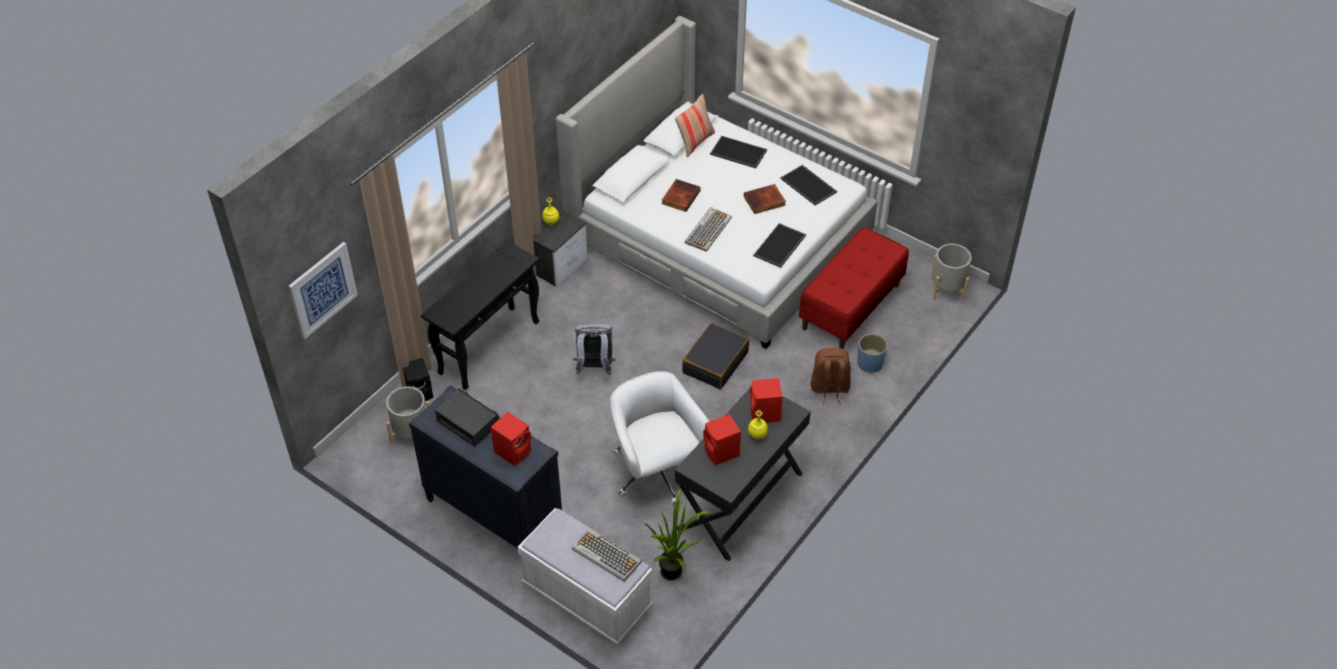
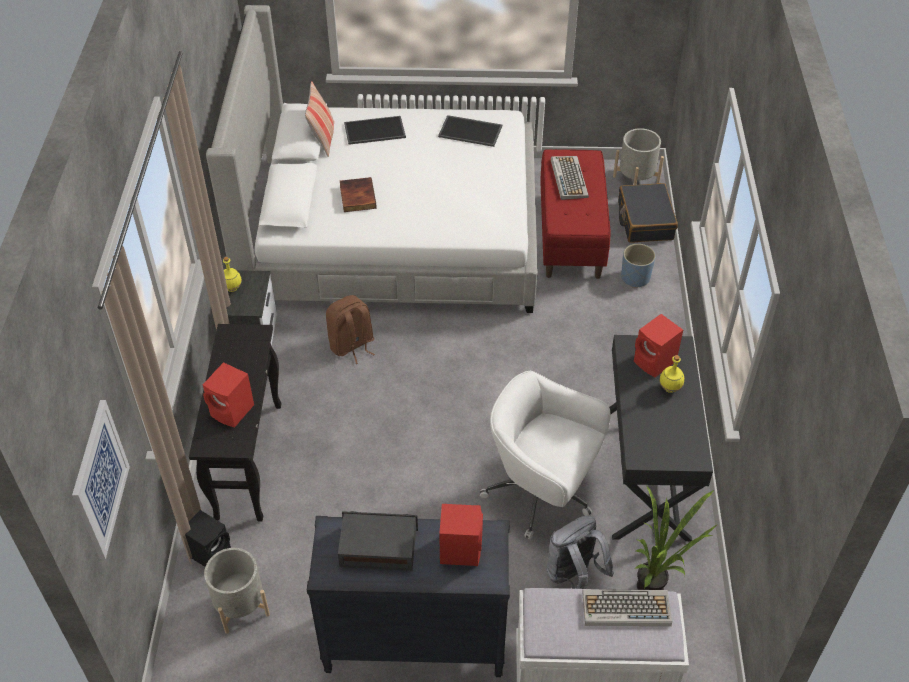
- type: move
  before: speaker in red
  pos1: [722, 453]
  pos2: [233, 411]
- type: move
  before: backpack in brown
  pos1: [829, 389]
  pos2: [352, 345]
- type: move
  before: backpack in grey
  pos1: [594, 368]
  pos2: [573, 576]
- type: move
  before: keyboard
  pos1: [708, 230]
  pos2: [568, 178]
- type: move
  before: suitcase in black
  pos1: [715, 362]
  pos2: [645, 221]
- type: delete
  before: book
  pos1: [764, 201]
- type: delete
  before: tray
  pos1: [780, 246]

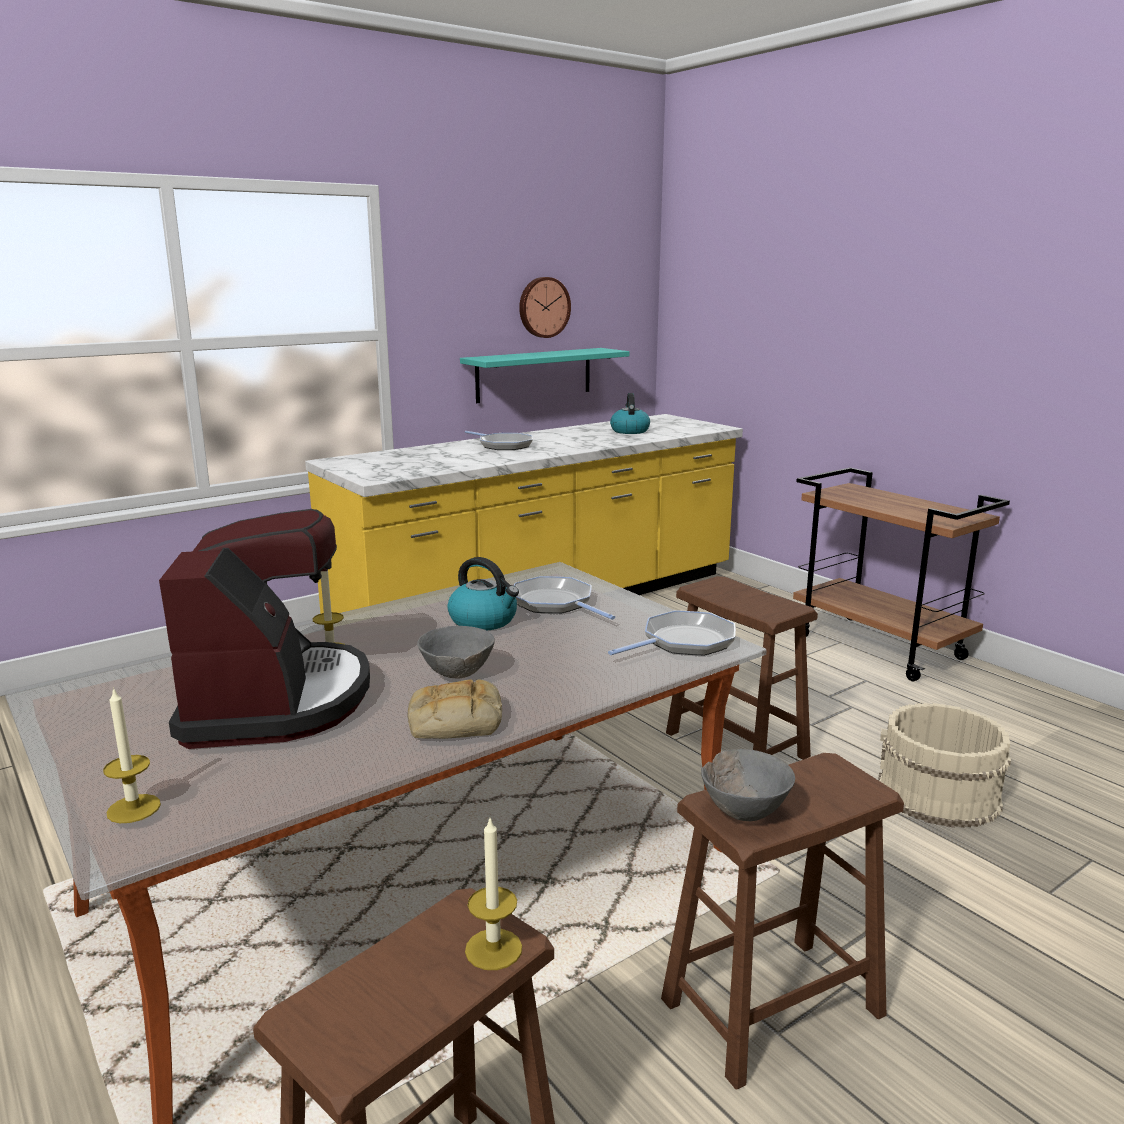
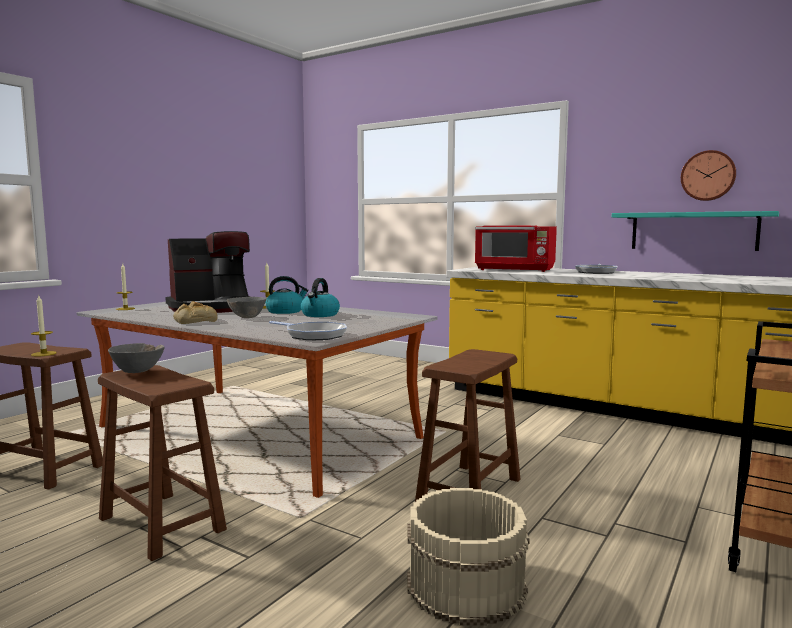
- type: move
  before: kettle
  pos1: [629, 431]
  pos2: [285, 311]
- type: insert
  after: microwave in red
  pos2: [516, 270]
- type: delete
  before: frying pan
  pos1: [555, 603]

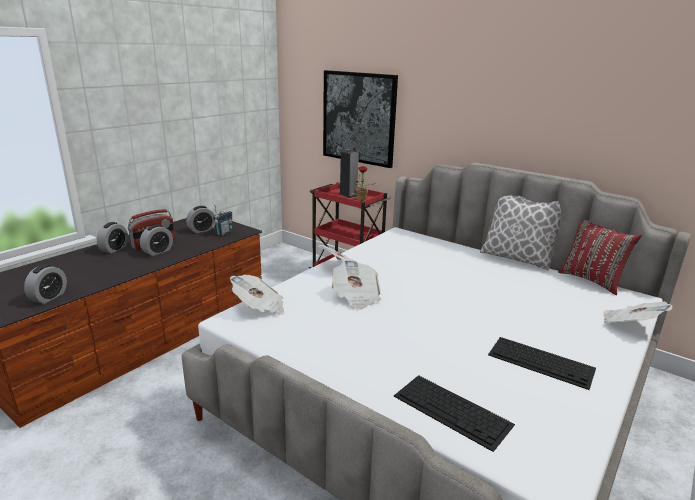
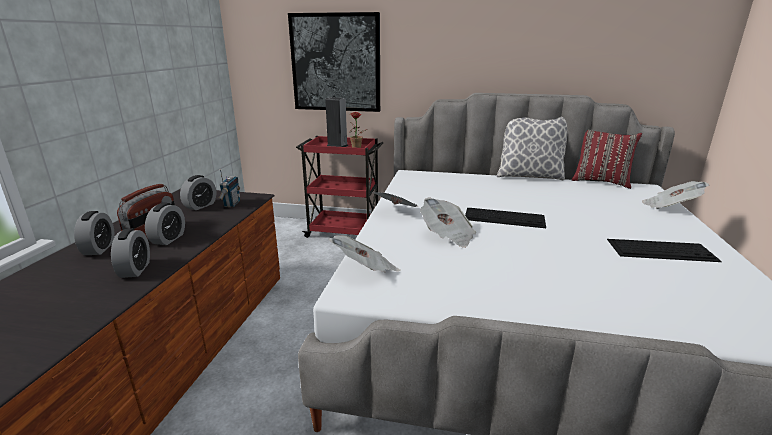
- type: move
  before: alarm clock
  pos1: [49, 297]
  pos2: [135, 269]
- type: move
  before: keyboard
  pos1: [453, 410]
  pos2: [505, 217]

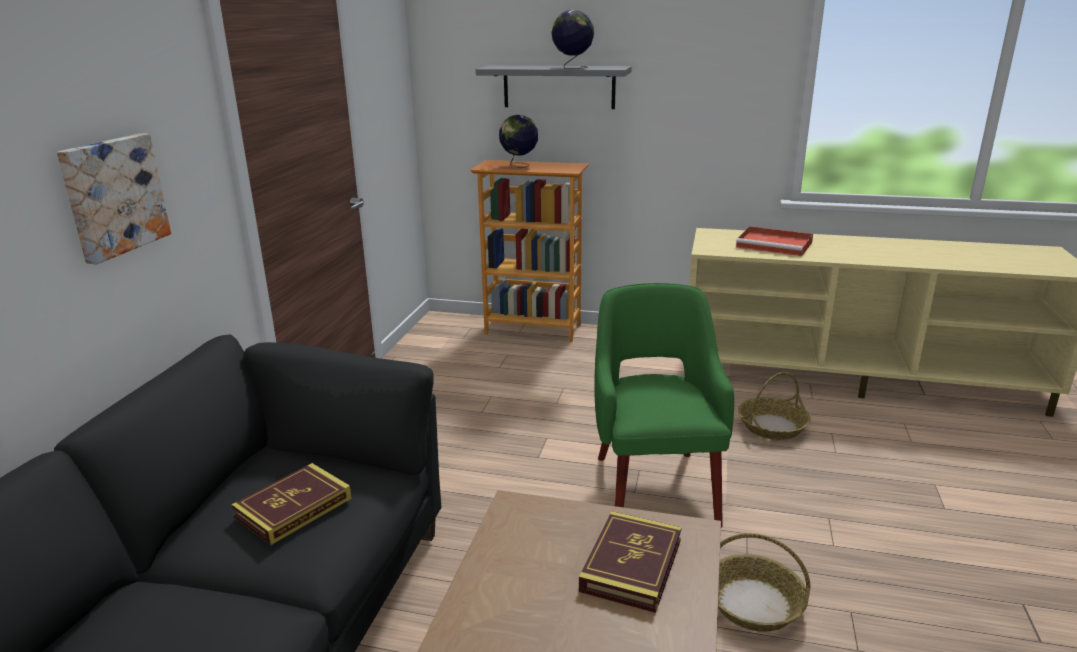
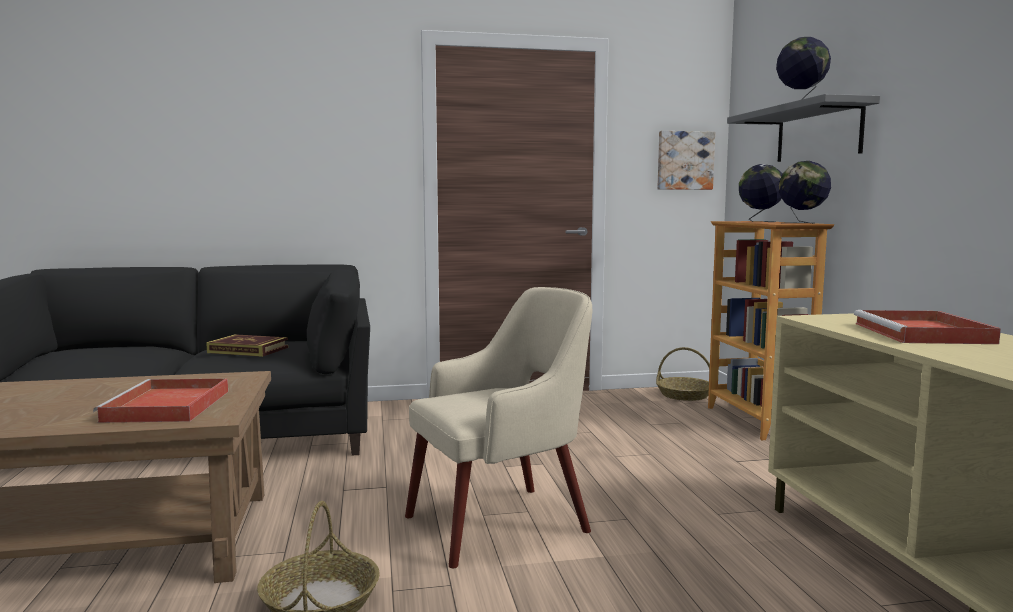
- type: replace
  before: book
  after: tray in red
  pos1: [631, 565]
  pos2: [167, 406]
- type: recolor
  before: armchair in green
  after: armchair in beige
  pos1: [654, 486]
  pos2: [502, 523]
- type: move
  before: basket
  pos1: [772, 426]
  pos2: [685, 395]
- type: move
  before: picture
  pos1: [113, 196]
  pos2: [684, 160]
- type: insert
  after: globe
  pos2: [802, 223]

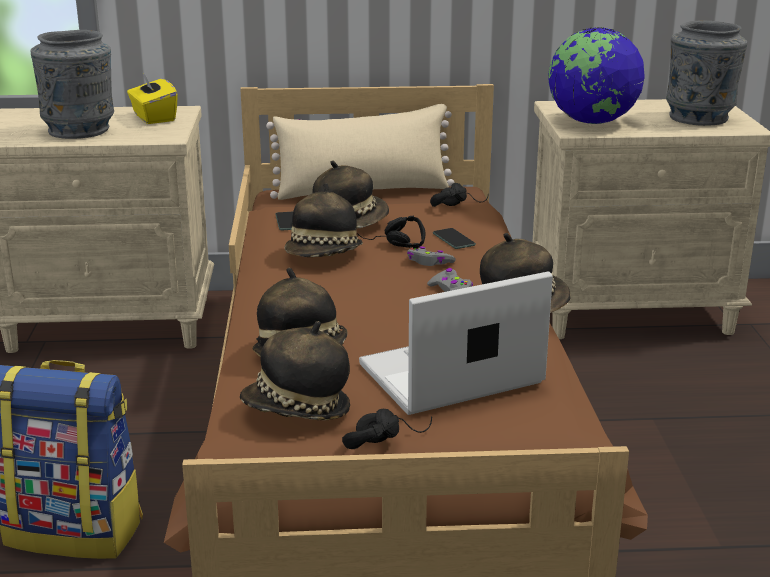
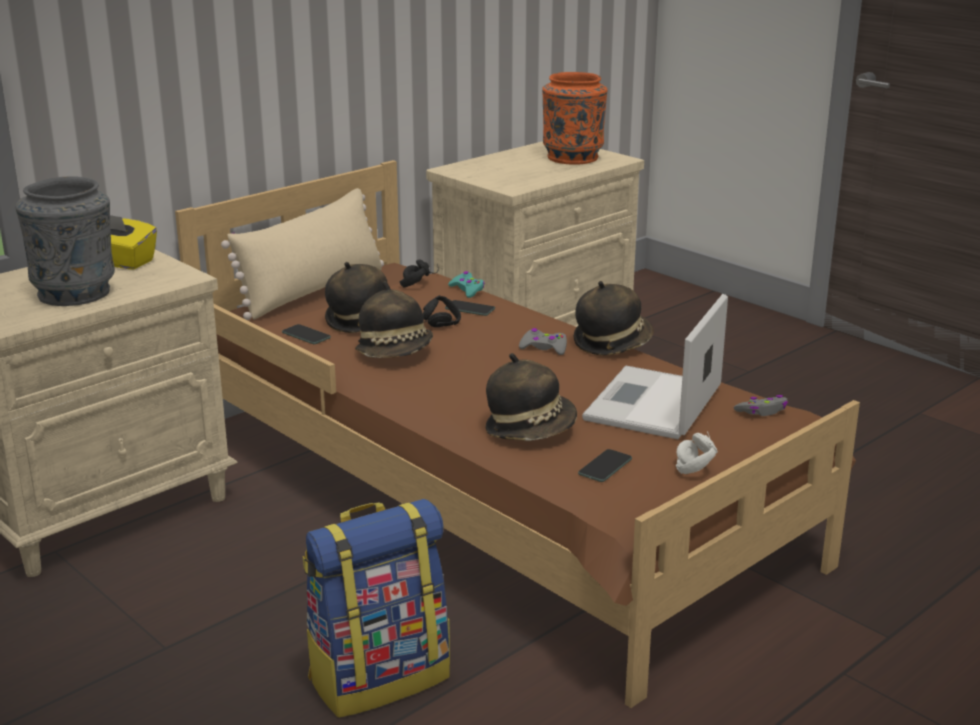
- type: insert
  after: game controller in turquoise
  pos2: [467, 290]
- type: recolor
  before: vase in grey
  after: vase in orange
  pos1: [699, 117]
  pos2: [572, 157]
- type: replace
  before: hat
  after: phone
  pos1: [297, 411]
  pos2: [605, 466]
- type: recolor
  before: headphones in black
  after: headphones in white
  pos1: [385, 439]
  pos2: [693, 459]
- type: move
  before: game controller in grey
  pos1: [429, 262]
  pos2: [762, 411]
- type: delete
  before: globe
  pos1: [591, 122]

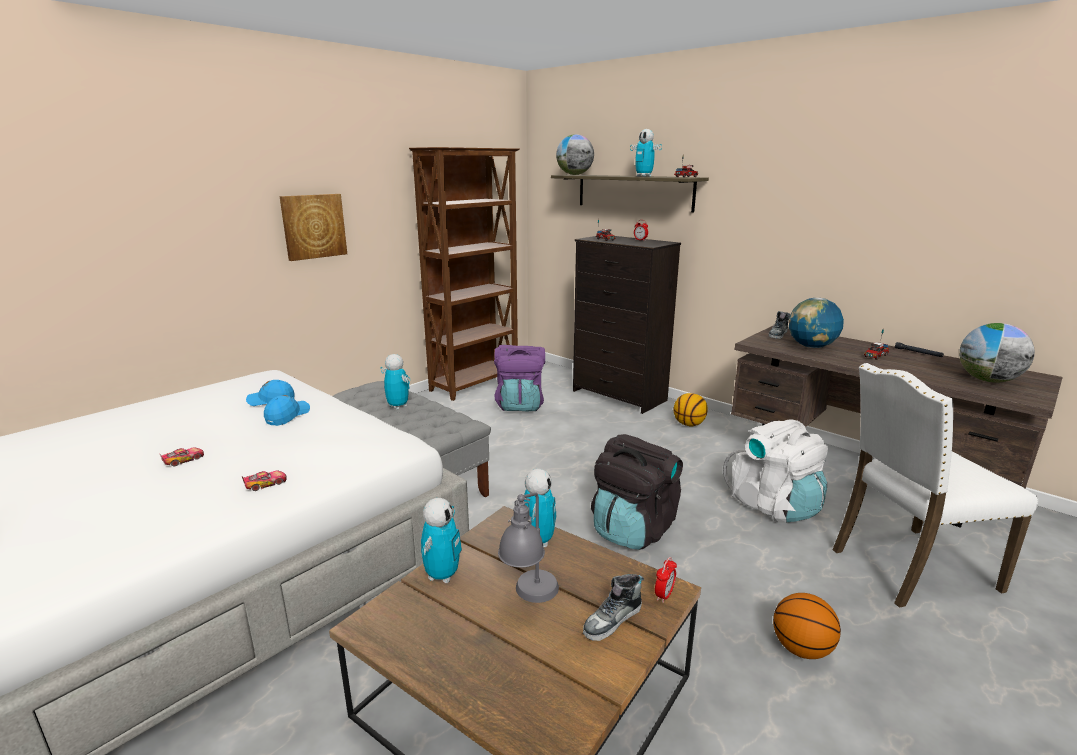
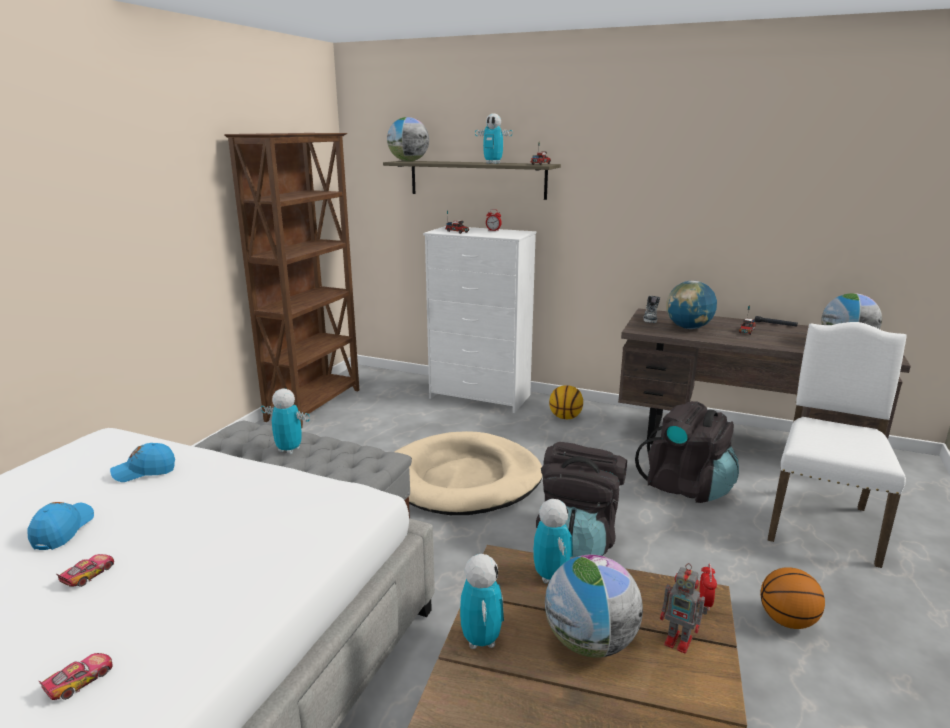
- type: move
  before: cap in blue
  pos1: [287, 416]
  pos2: [63, 530]
- type: move
  before: toy car
  pos1: [266, 484]
  pos2: [80, 681]
- type: insert
  after: dog bed in beige
  pos2: [464, 479]
- type: recolor
  before: dresser in black
  after: dresser in white
  pos1: [619, 396]
  pos2: [480, 397]
- type: replace
  before: table lamp in grey
  after: globe
  pos1: [530, 600]
  pos2: [589, 642]
- type: recolor
  before: backpack in white
  after: backpack in black
  pos1: [773, 505]
  pos2: [686, 487]
- type: replace
  before: shoe
  after: toy robot
  pos1: [613, 620]
  pos2: [680, 641]
- type: rotate
  before: chair in white
  pos1: [908, 568]
  pos2: [821, 522]
  turn: 150
- type: delete
  before: picture
  pos1: [313, 226]
- type: delete
  before: backpack in purple
  pos1: [520, 405]

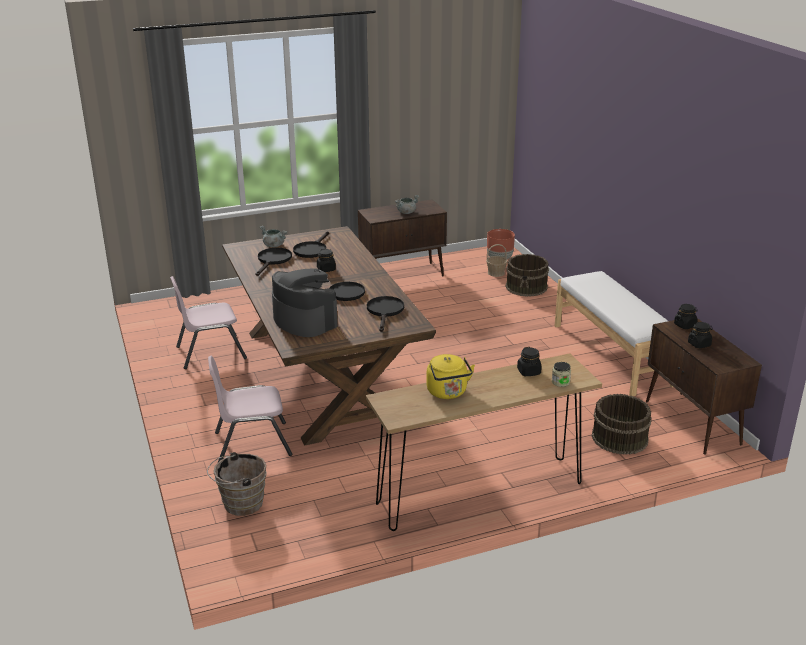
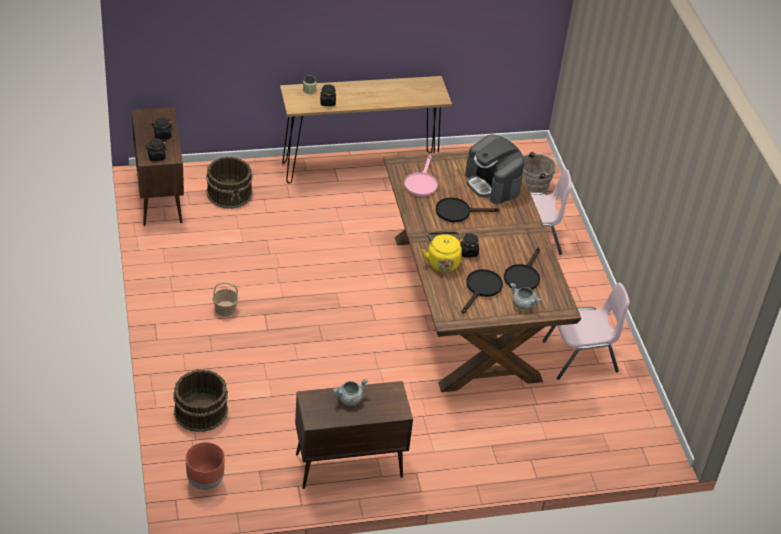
- type: move
  before: basket
  pos1: [496, 273]
  pos2: [225, 309]
- type: recolor
  before: frying pan in black
  after: frying pan in pink
  pos1: [385, 312]
  pos2: [421, 183]
- type: move
  before: kettle in yellow
  pos1: [448, 393]
  pos2: [442, 262]
- type: delete
  before: bench in white
  pos1: [612, 354]

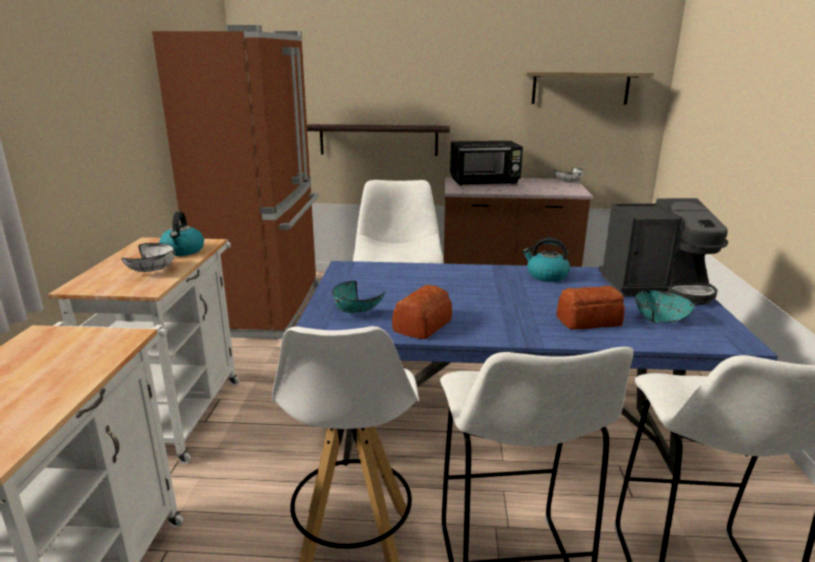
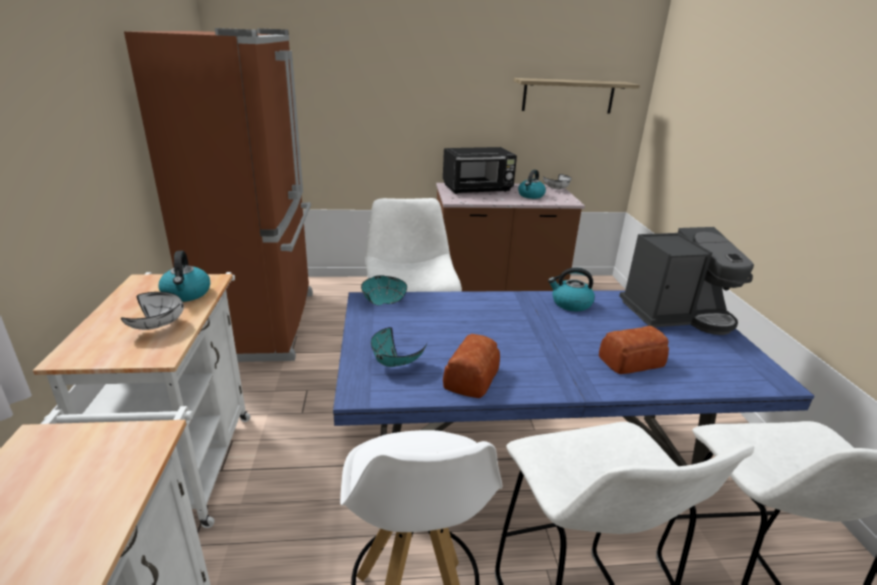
- type: move
  before: bowl in turquoise
  pos1: [656, 319]
  pos2: [382, 301]
- type: insert
  after: kettle
  pos2: [531, 195]
- type: delete
  before: shelf
  pos1: [378, 140]

